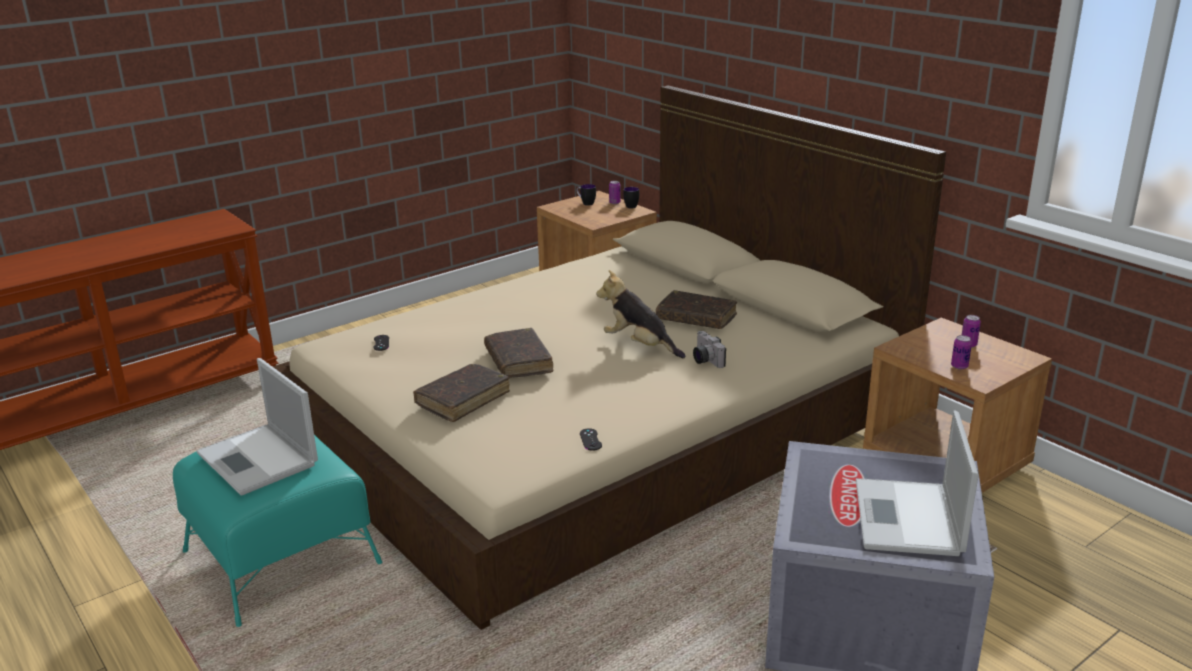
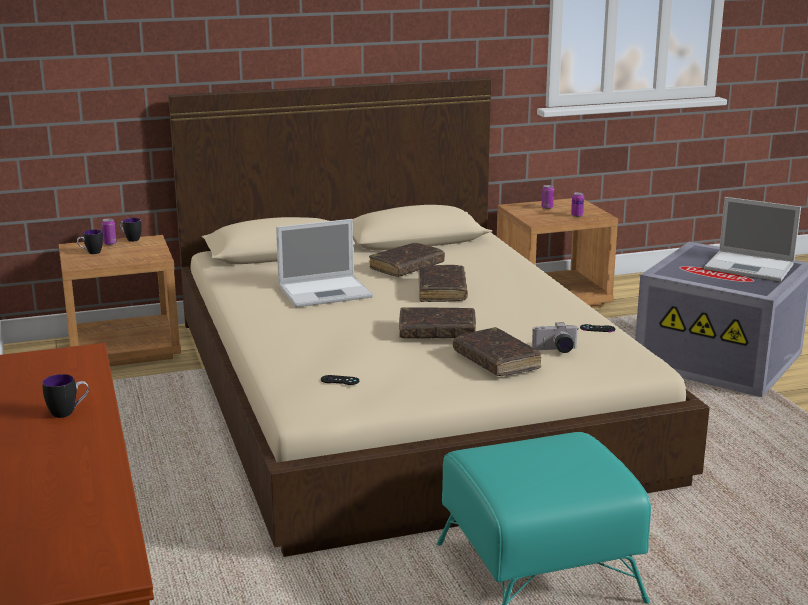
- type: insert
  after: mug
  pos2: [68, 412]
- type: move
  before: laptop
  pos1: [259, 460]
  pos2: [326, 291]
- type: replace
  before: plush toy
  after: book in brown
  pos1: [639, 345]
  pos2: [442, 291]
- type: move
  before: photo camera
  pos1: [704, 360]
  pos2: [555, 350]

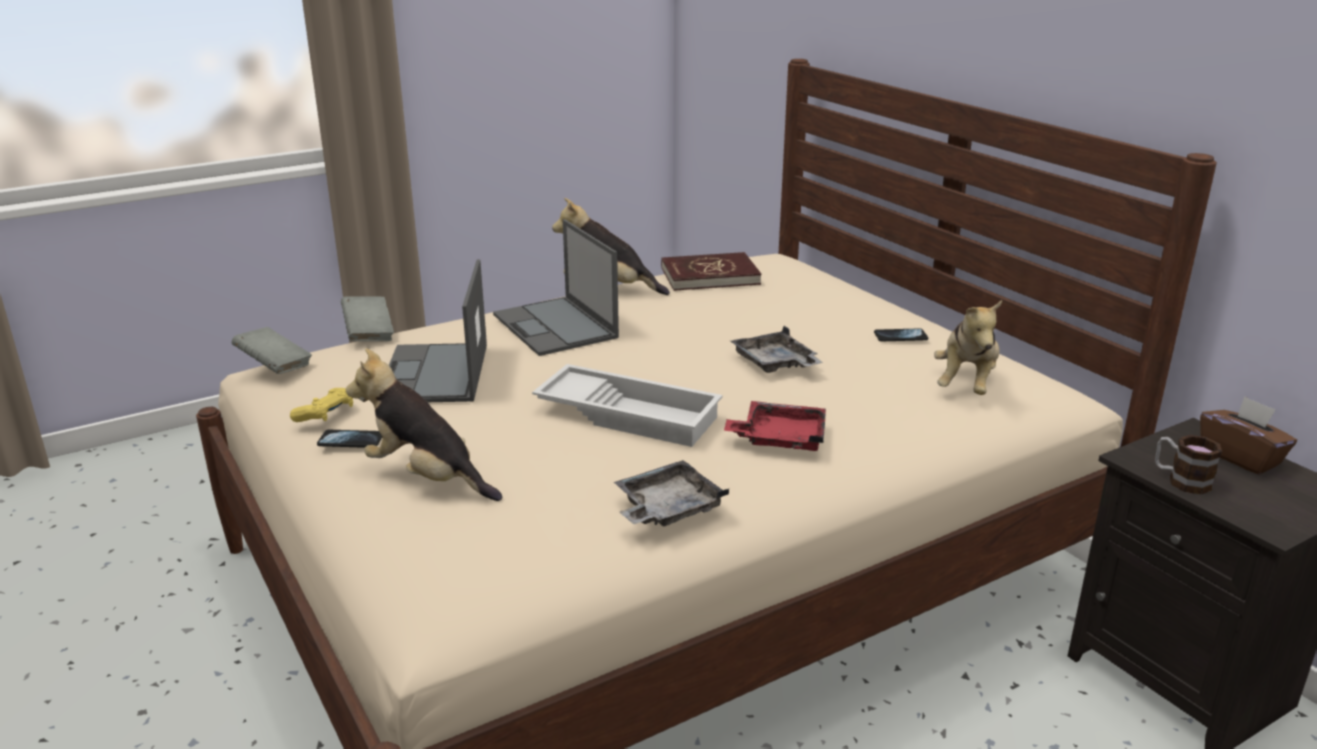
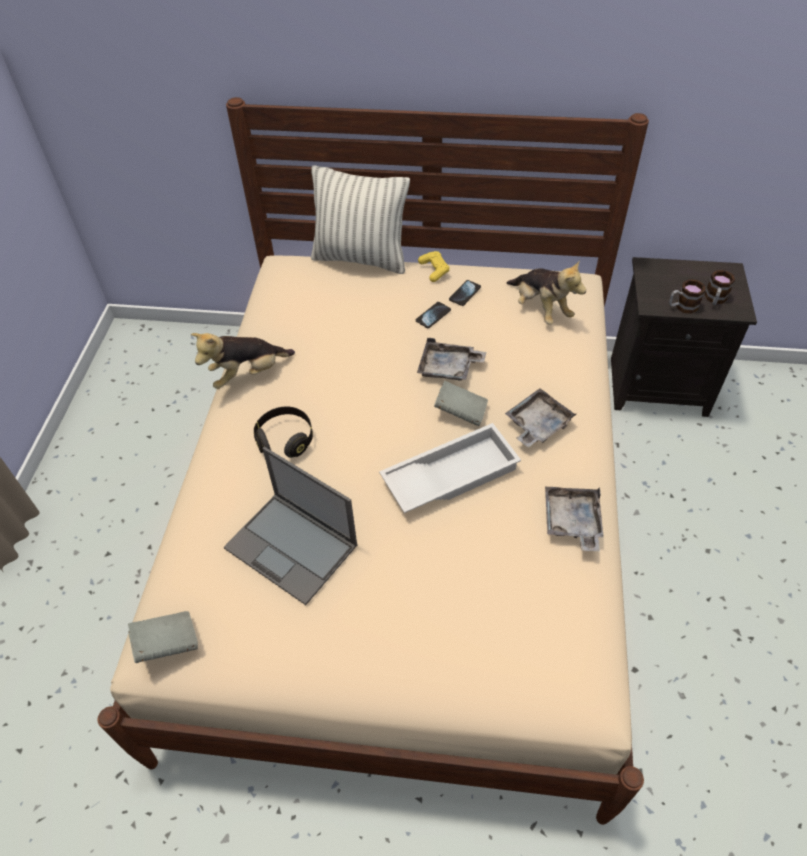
- type: replace
  before: laptop
  after: headphones in black
  pos1: [556, 327]
  pos2: [285, 439]
- type: insert
  after: pillow
  pos2: [361, 258]
- type: move
  before: phone
  pos1: [351, 440]
  pos2: [433, 316]
- type: move
  before: game controller in yellow
  pos1: [326, 414]
  pos2: [434, 270]
- type: move
  before: book in grey
  pos1: [369, 333]
  pos2: [460, 412]
- type: recolor
  before: tray in red
  after: tray in grey
  pos1: [779, 438]
  pos2: [537, 424]
- type: insert
  after: mug
  pos2: [714, 299]
- type: delete
  before: plush toy
  pos1: [427, 478]
- type: delete
  before: book in red
  pos1: [710, 276]
- type: delete
  before: tissue box in brown
  pos1: [1240, 457]

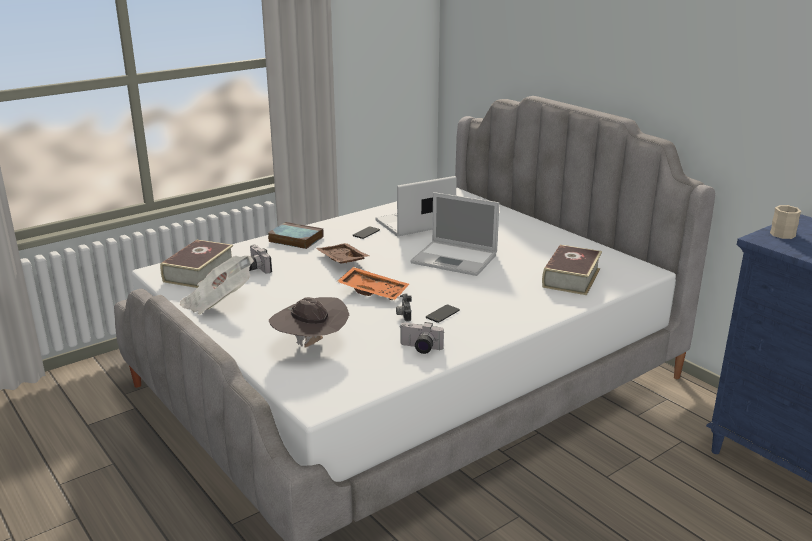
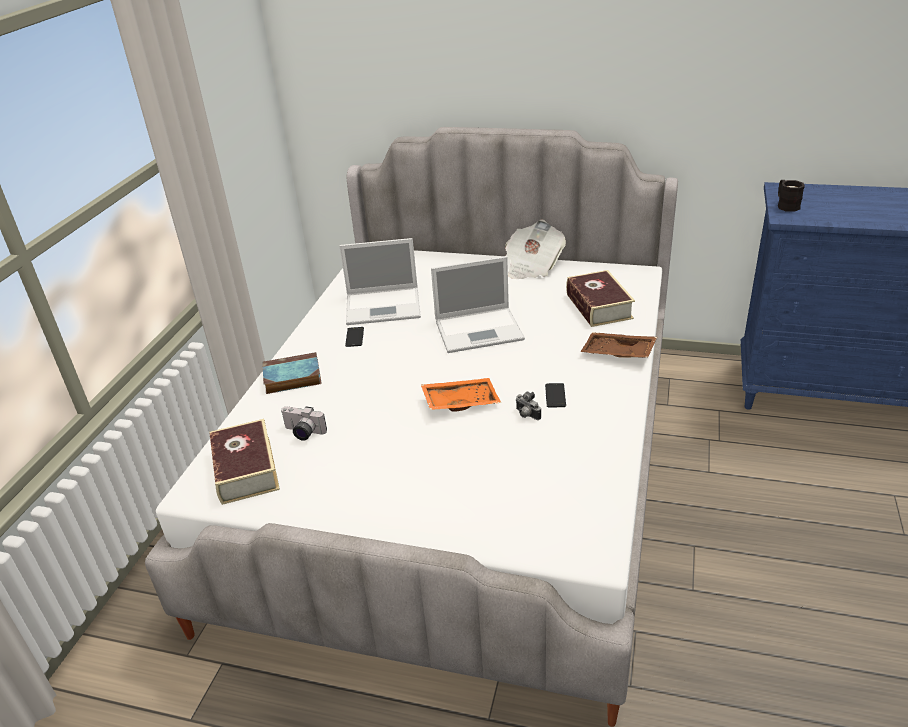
- type: rotate
  before: laptop
  pos1: [413, 223]
  pos2: [385, 306]
  turn: -120
- type: move
  before: newspaper
  pos1: [218, 302]
  pos2: [532, 266]
- type: move
  before: tray in brown
  pos1: [341, 260]
  pos2: [617, 354]
- type: recolor
  before: mug in beige
  after: mug in black
  pos1: [782, 232]
  pos2: [786, 205]
- type: delete
  before: hat in brown
  pos1: [311, 345]
- type: delete
  before: photo camera
  pos1: [420, 348]

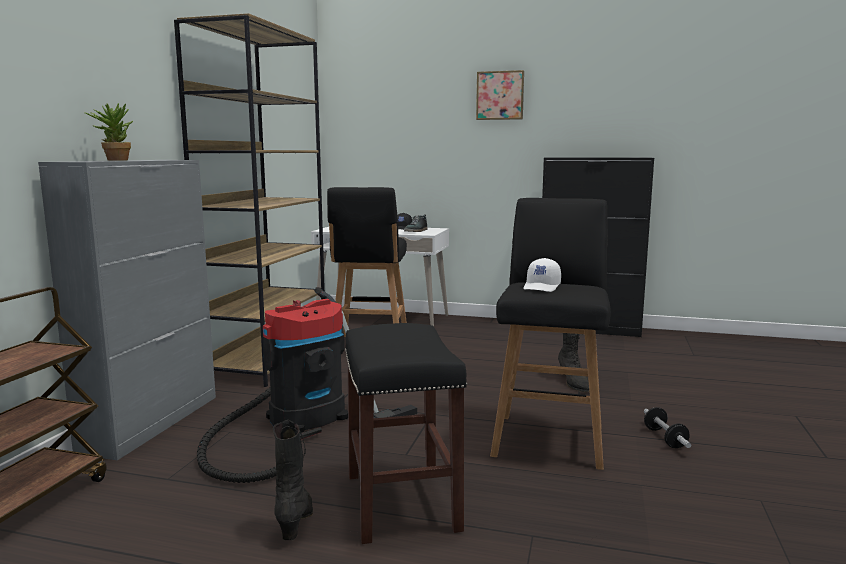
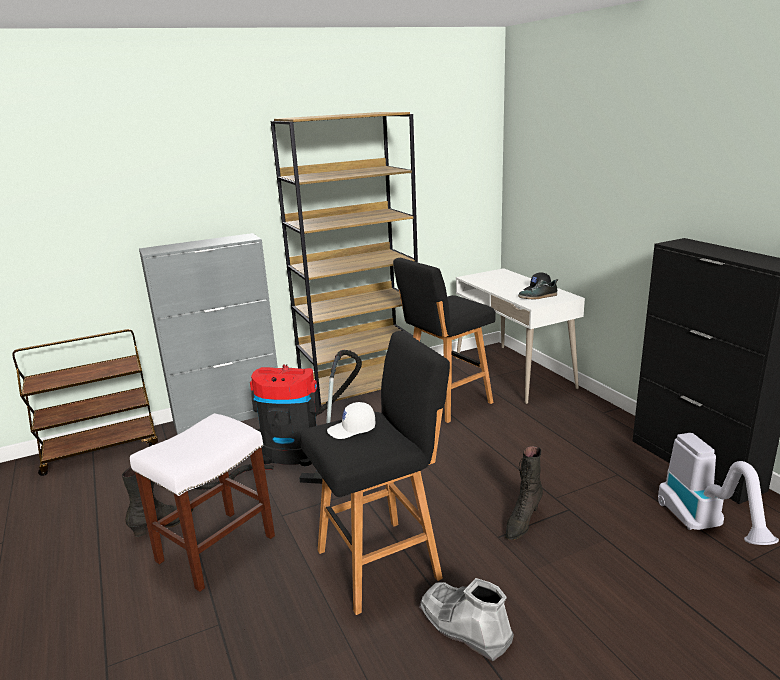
- type: recolor
  before: stool in black
  after: stool in white
  pos1: [400, 501]
  pos2: [217, 547]
- type: replace
  before: dumbbell
  after: boot in grey
  pos1: [665, 438]
  pos2: [464, 627]
- type: insert
  after: vacuum cleaner
  pos2: [705, 527]
- type: delete
  before: potted plant
  pos1: [114, 160]
- type: delete
  before: picture
  pos1: [500, 95]

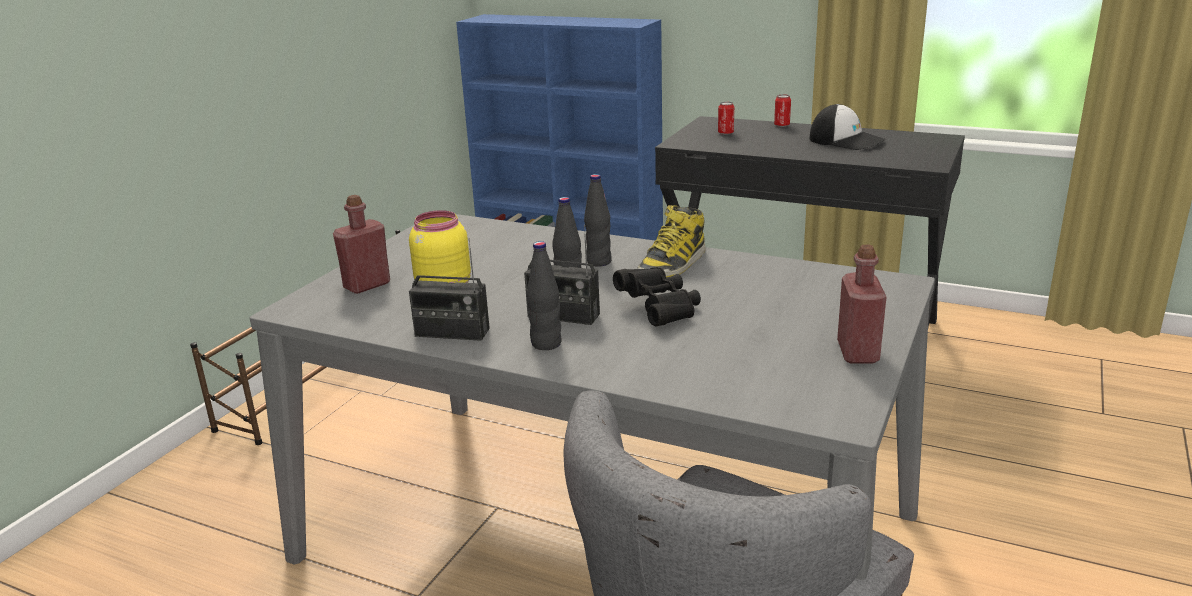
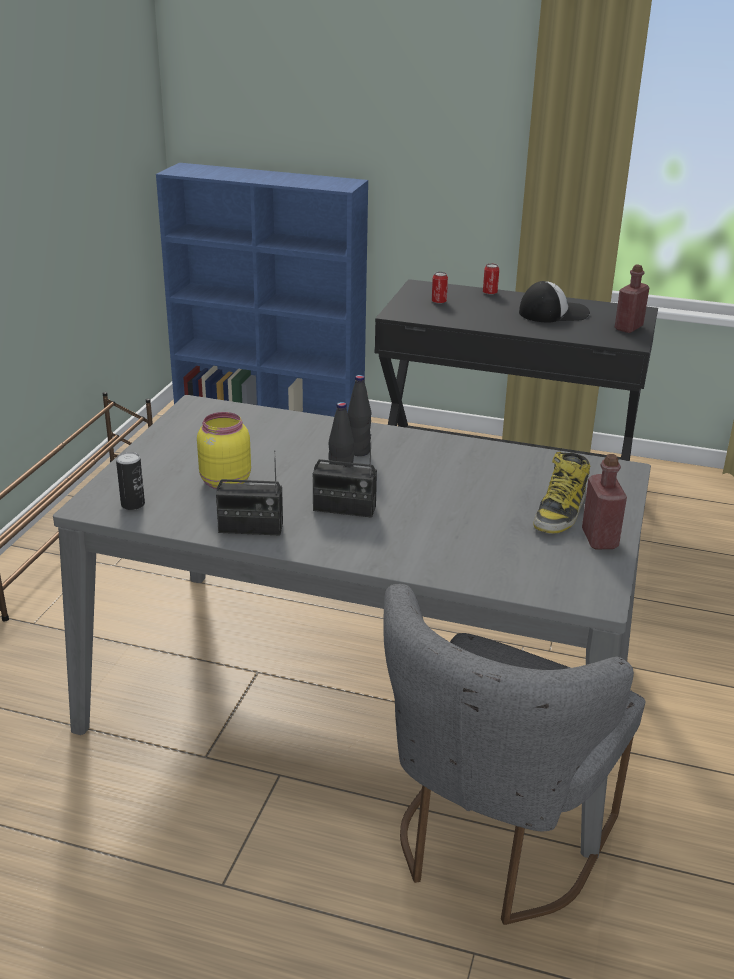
- type: insert
  after: can
  pos2: [133, 504]
- type: rotate
  before: cap
  pos1: [846, 140]
  pos2: [553, 313]
  turn: -45
- type: move
  before: boot
  pos1: [672, 265]
  pos2: [560, 512]
- type: move
  before: bottle in red
  pos1: [367, 285]
  pos2: [628, 328]
- type: delete
  before: bottle in black
  pos1: [546, 344]
- type: delete
  before: binoculars in black
  pos1: [660, 310]

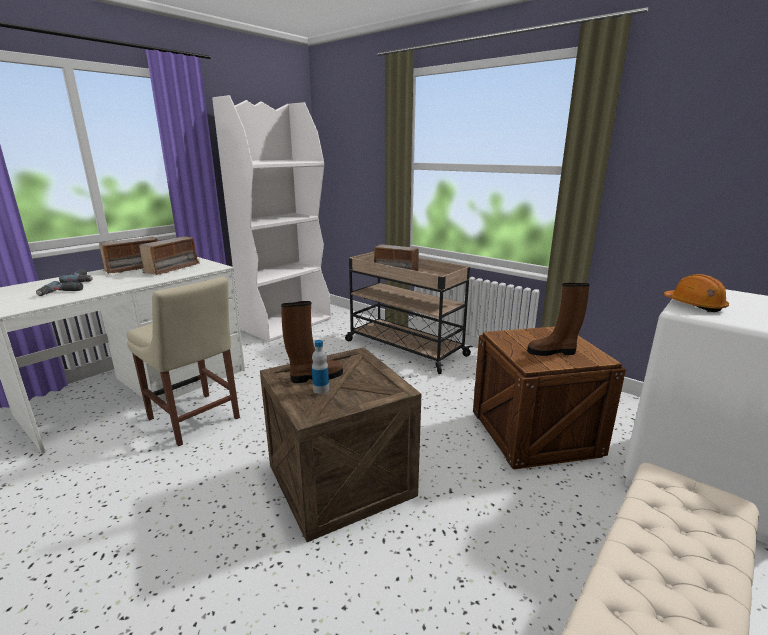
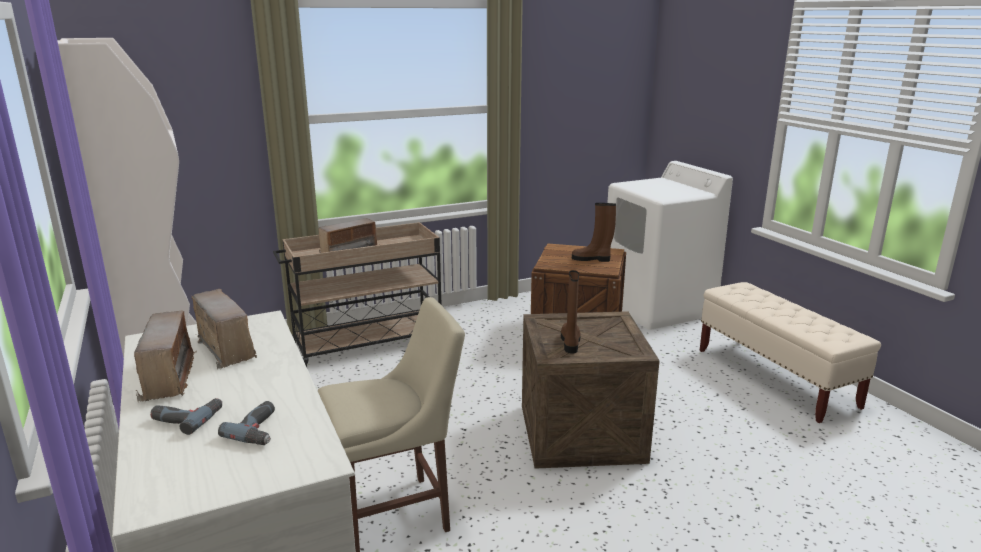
- type: rotate
  before: boot in brown
  pos1: [553, 352]
  pos2: [592, 259]
  turn: 75
- type: delete
  before: bottle
  pos1: [321, 389]
- type: delete
  before: hard hat in orange
  pos1: [694, 305]

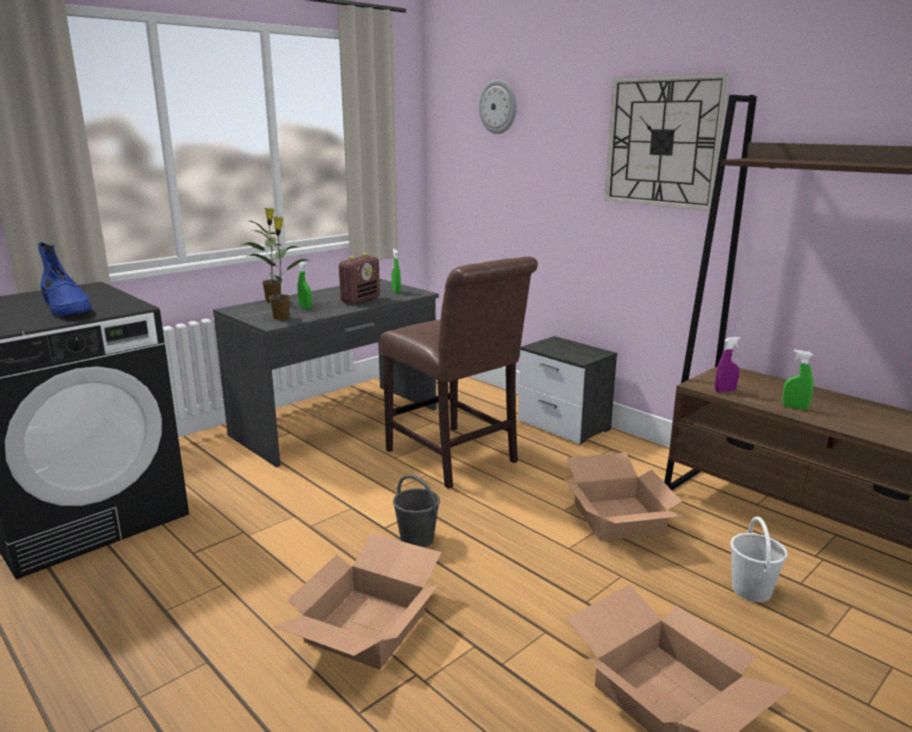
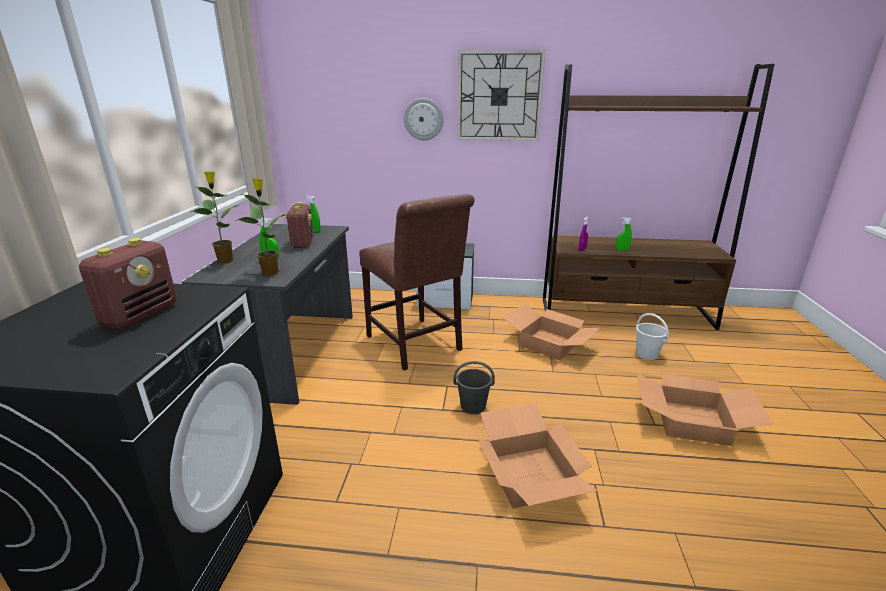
- type: replace
  before: boot in blue
  after: radio
  pos1: [68, 308]
  pos2: [141, 315]
- type: rotate
  before: chair in brown
  pos1: [455, 459]
  pos2: [416, 345]
  turn: 45
- type: move
  before: wall clock
  pos1: [498, 107]
  pos2: [423, 119]

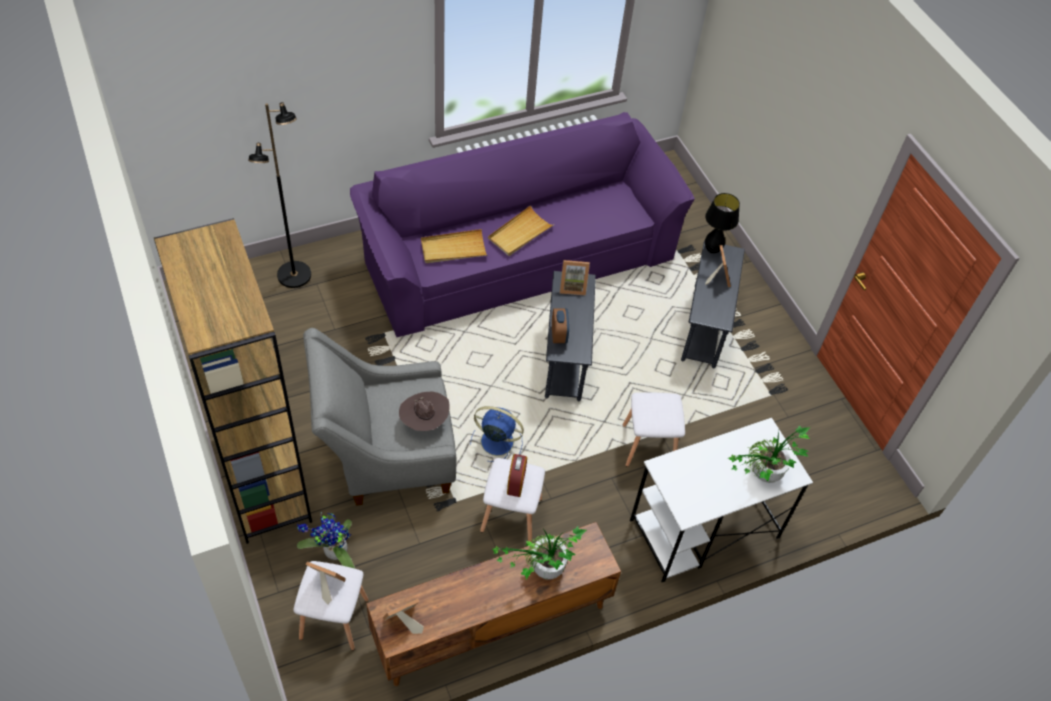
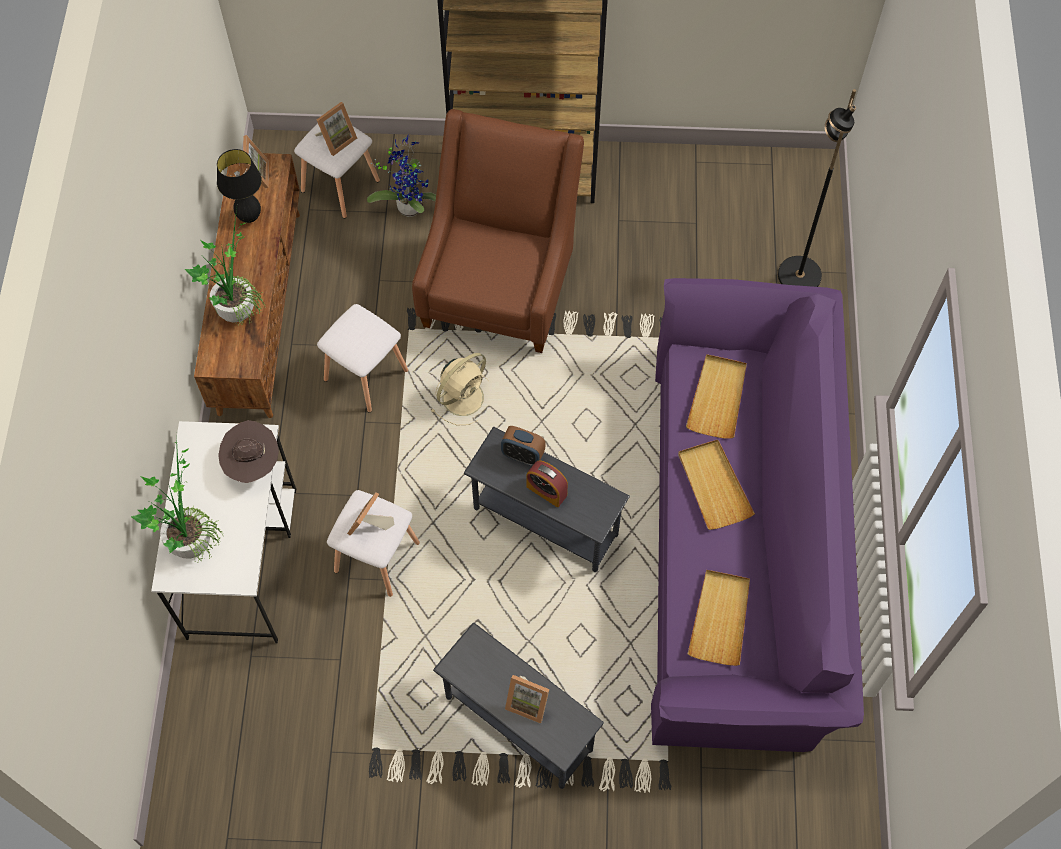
- type: move
  before: table lamp in black
  pos1: [712, 250]
  pos2: [250, 217]
- type: move
  before: hat in brown
  pos1: [424, 421]
  pos2: [252, 463]
- type: move
  before: picture frame
  pos1: [572, 286]
  pos2: [369, 525]
- type: recolor
  before: armchair in grey
  after: armchair in brown
  pos1: [385, 455]
  pos2: [500, 285]
- type: recolor
  before: fan in blue
  after: fan in beige
  pos1: [495, 441]
  pos2: [464, 396]
- type: move
  before: alarm clock
  pos1: [516, 482]
  pos2: [546, 491]
- type: insert
  after: tray in beige
  pos2: [720, 618]

